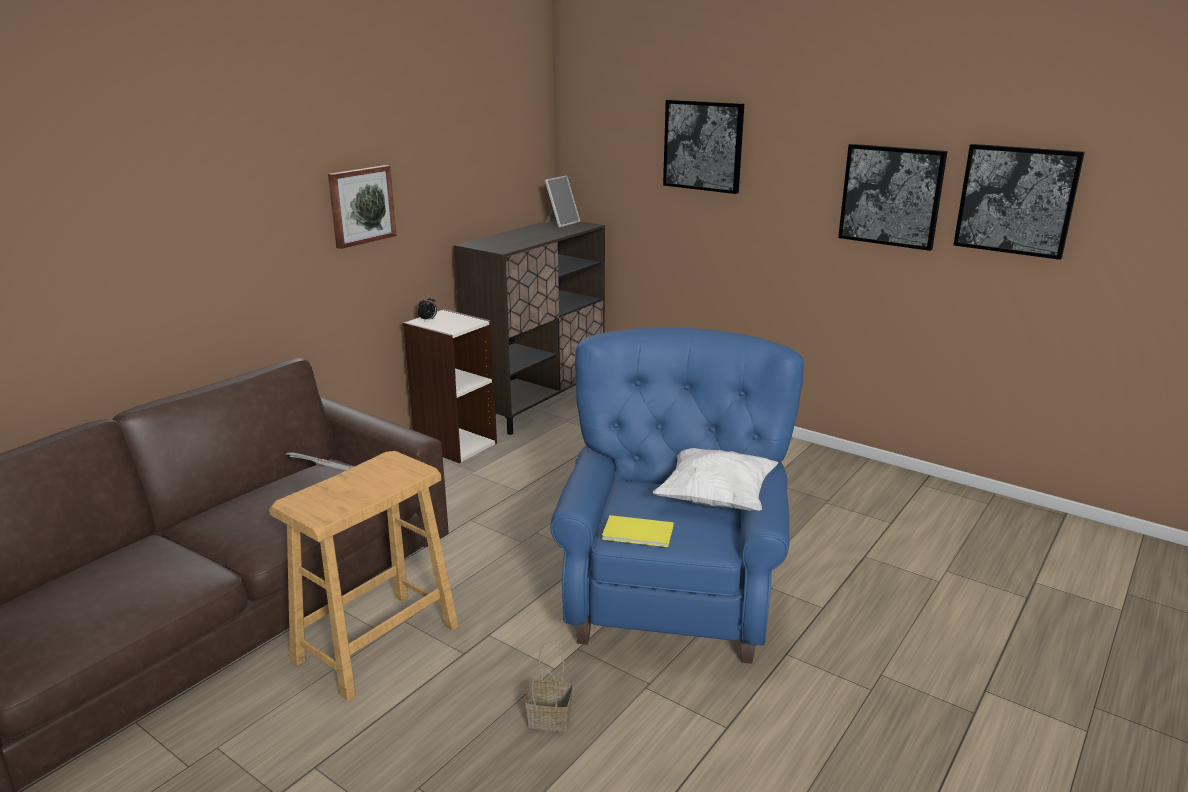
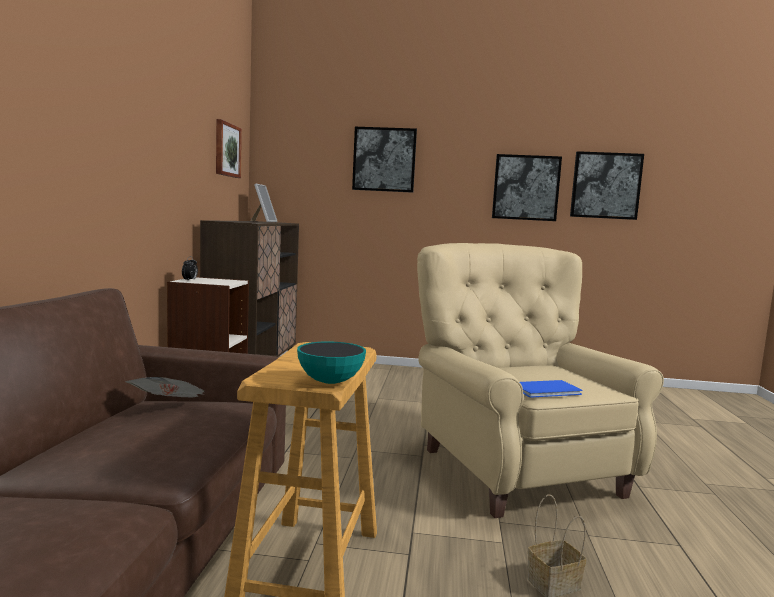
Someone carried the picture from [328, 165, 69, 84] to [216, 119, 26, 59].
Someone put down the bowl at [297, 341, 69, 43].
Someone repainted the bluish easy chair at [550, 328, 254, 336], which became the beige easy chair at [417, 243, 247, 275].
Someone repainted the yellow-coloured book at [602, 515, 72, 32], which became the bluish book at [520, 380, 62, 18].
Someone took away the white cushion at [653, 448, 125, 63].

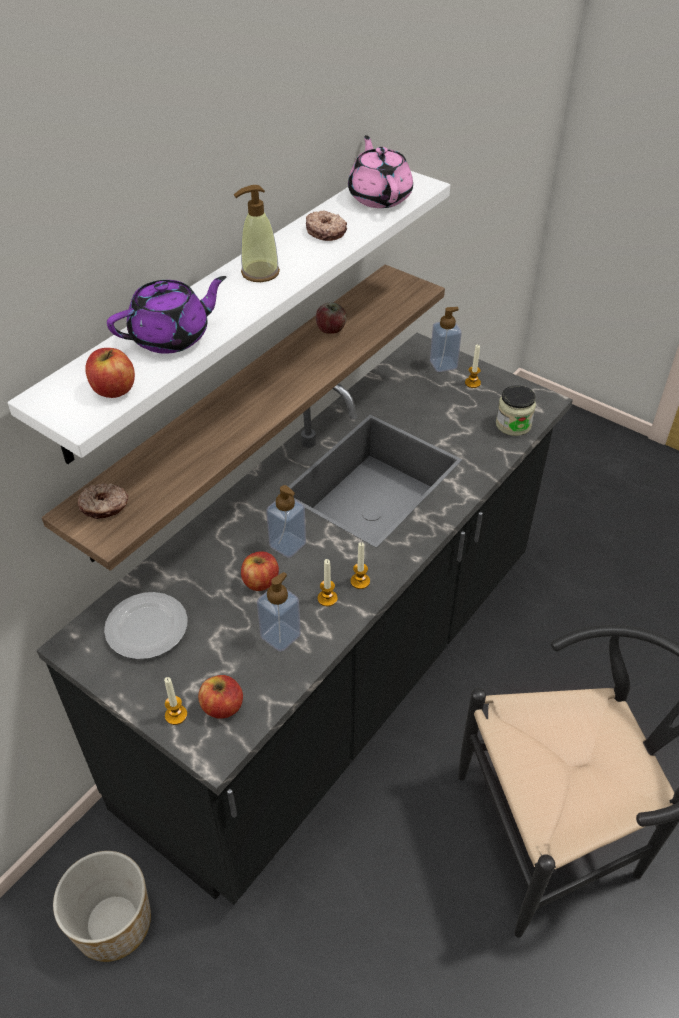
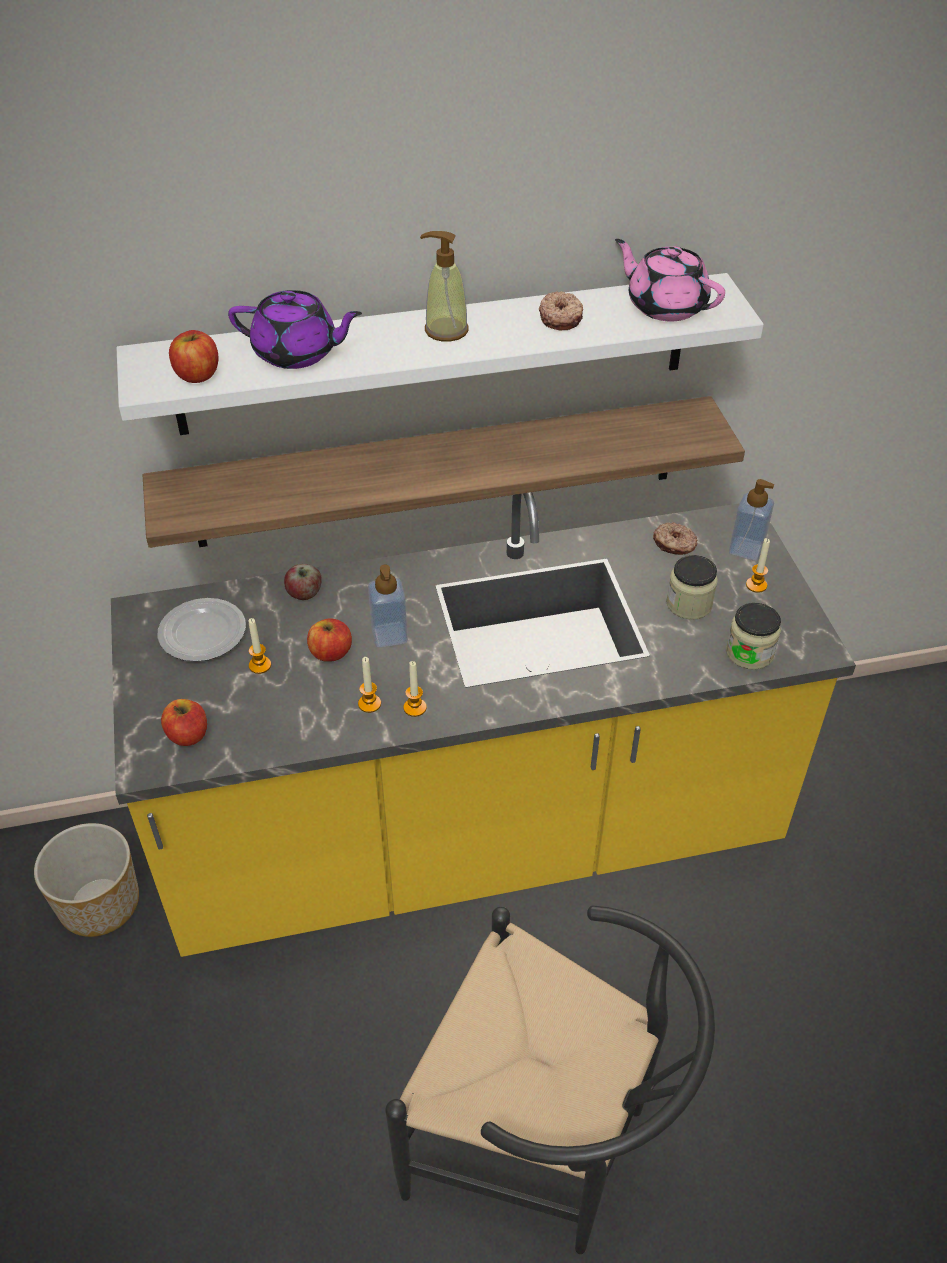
Someone repainted the black-coloured kitchen counter at [37, 333, 536, 572], which became the yellow-coloured kitchen counter at [111, 492, 745, 465].
Someone carried the wax candle from [164, 677, 23, 48] to [248, 618, 23, 56].
Someone carried the whole apple from [316, 302, 31, 32] to [284, 564, 38, 36].
Someone rotated the pink-coloured pot for tea at [348, 135, 65, 73] by 75 degrees counterclockwise.
Someone carried the donut from [78, 483, 50, 36] to [653, 522, 44, 33].
Someone put down the preserve jar at [666, 555, 52, 65].
Someone took away the soap bottle at [257, 572, 44, 79].

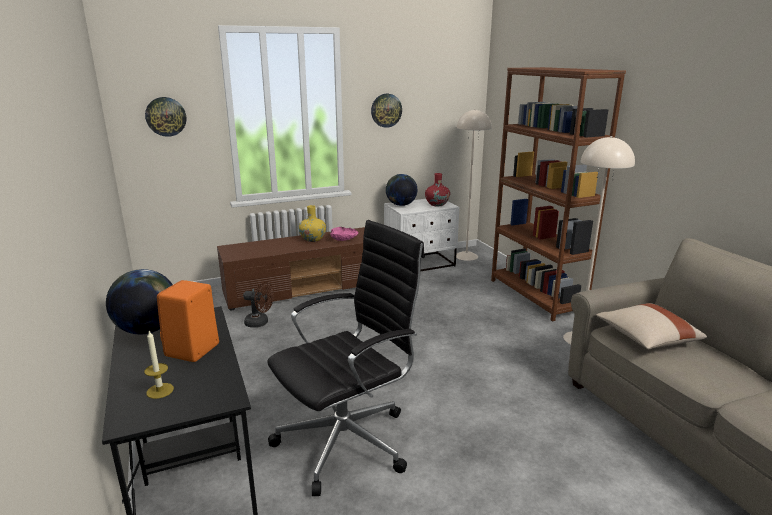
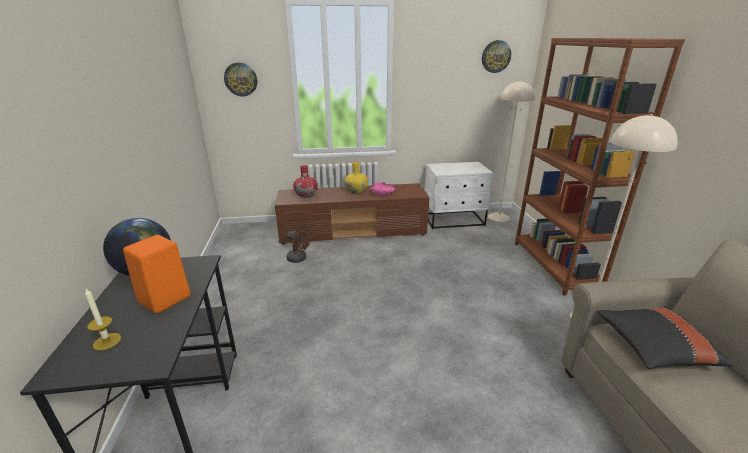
Someone carried the red-coloured flower vase from [425, 173, 25, 33] to [293, 165, 25, 33].
Someone carried the clock on the wall from [371, 94, 31, 34] to [482, 40, 29, 33].
Someone repainted the beige cushion at [596, 303, 111, 46], which became the black-coloured cushion at [597, 307, 137, 62].
Someone took away the black-coloured office chair at [267, 220, 158, 276].
Someone took away the desk globe at [386, 174, 31, 32].

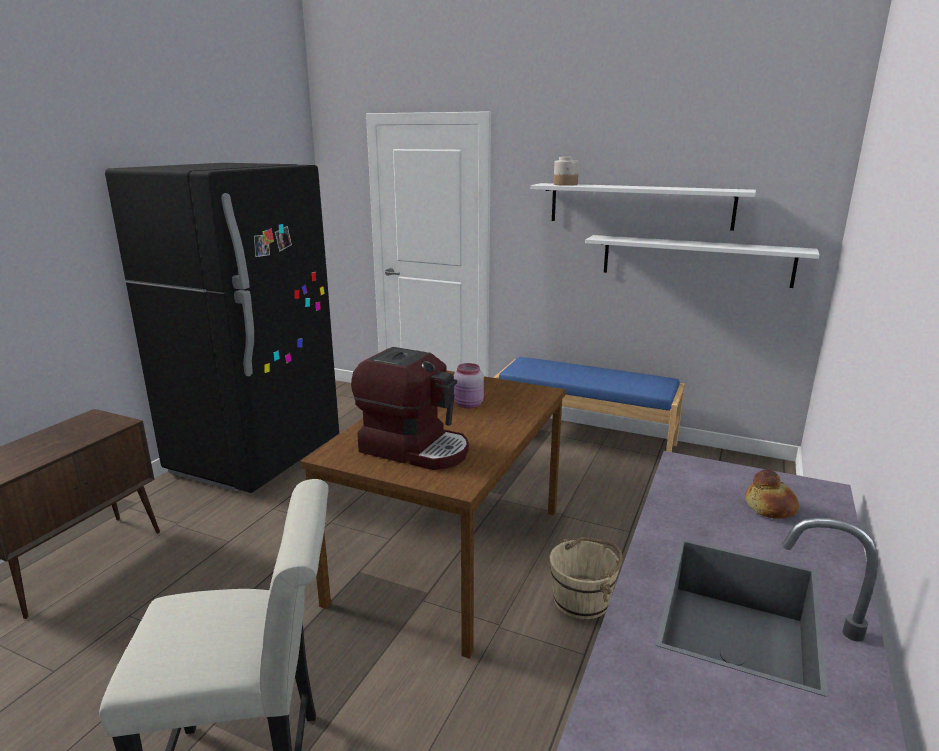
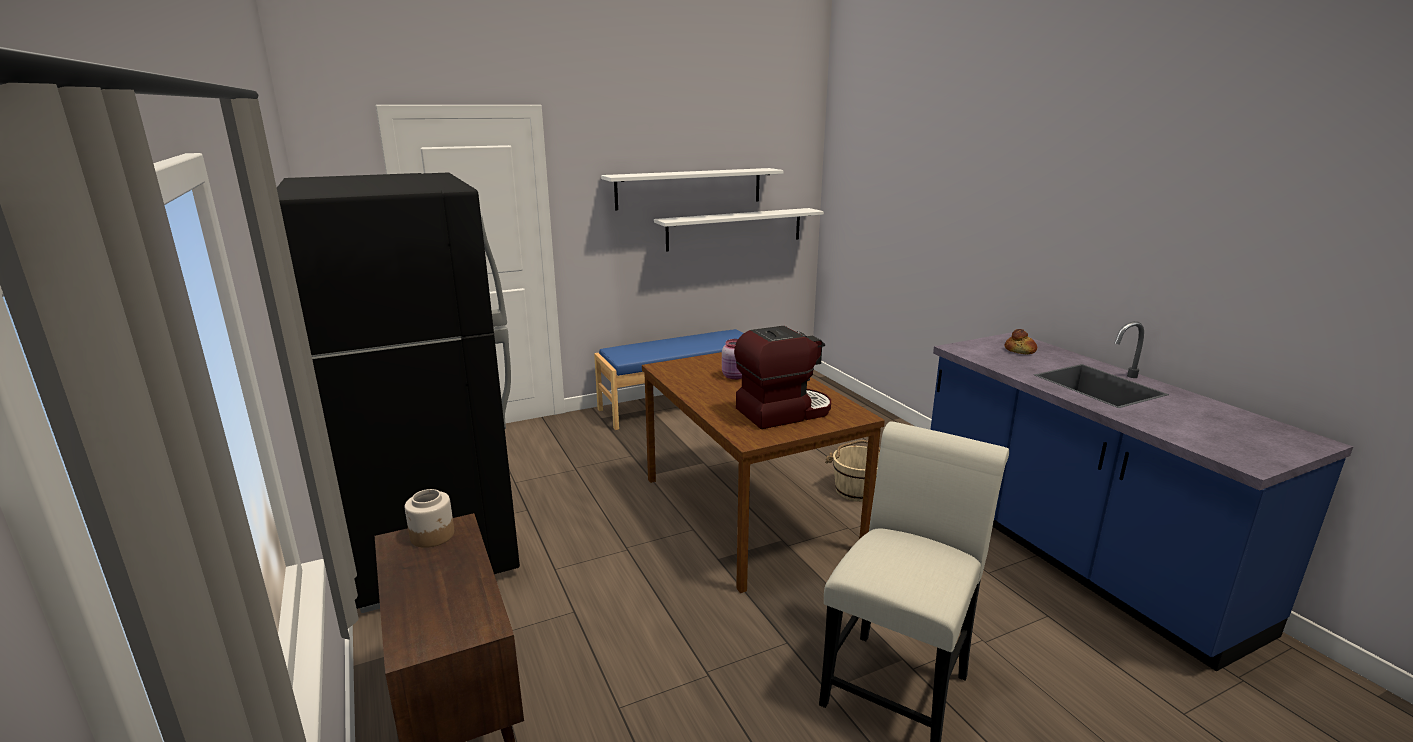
Someone carried the preserve jar from [554, 157, 25, 29] to [405, 489, 49, 59].

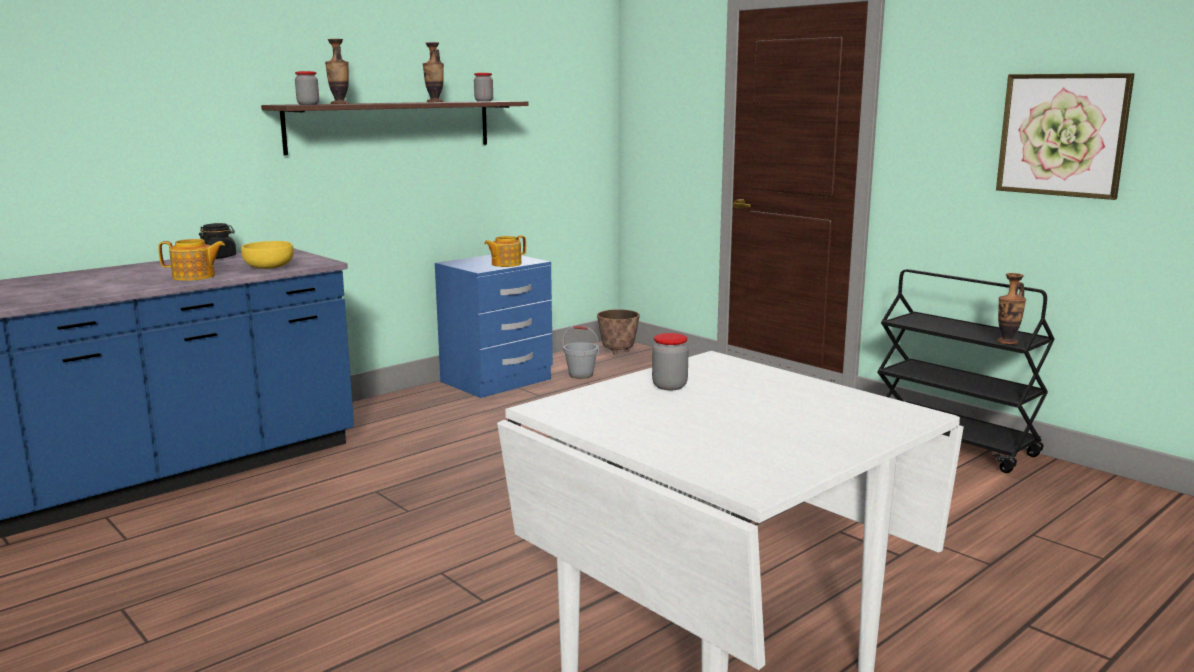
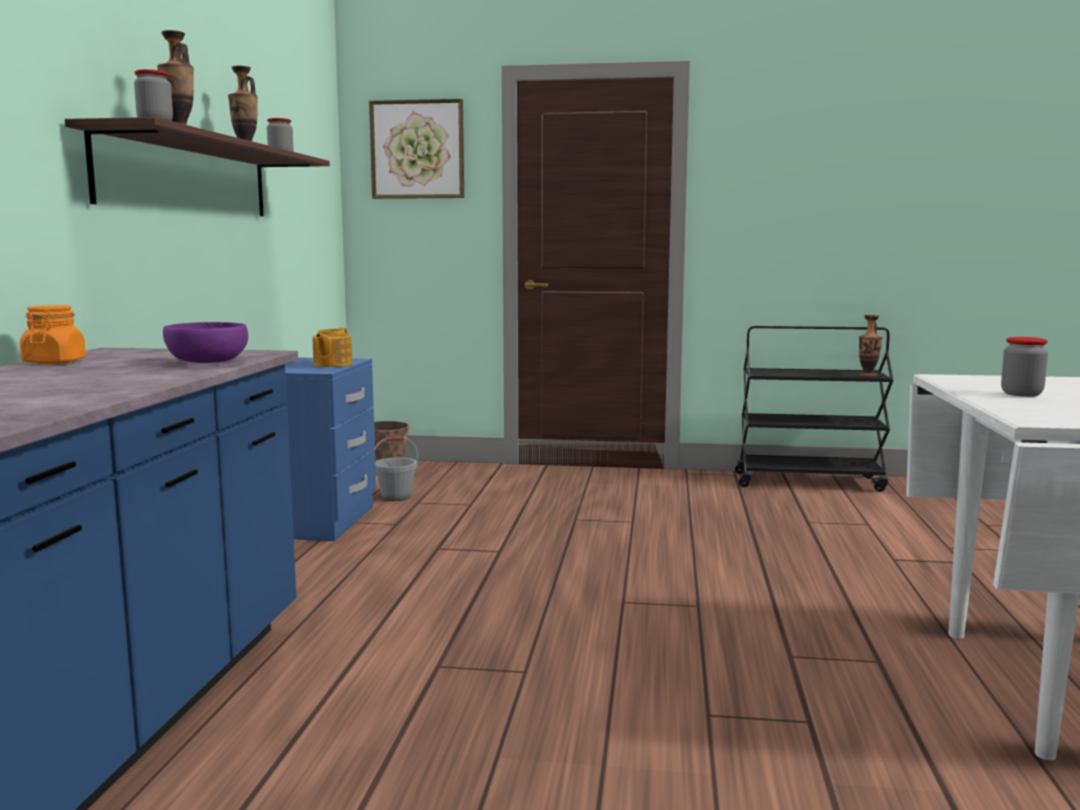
Someone repainted the black-coloured preserve jar at [199, 223, 37, 36], which became the orange-coloured preserve jar at [20, 305, 66, 59].
Someone repainted the yellow-coloured bowl at [241, 241, 53, 28], which became the purplish bowl at [163, 322, 85, 41].
Someone carried the picture from [996, 73, 138, 127] to [369, 99, 95, 100].
Someone took away the pot for tea at [158, 239, 67, 42].

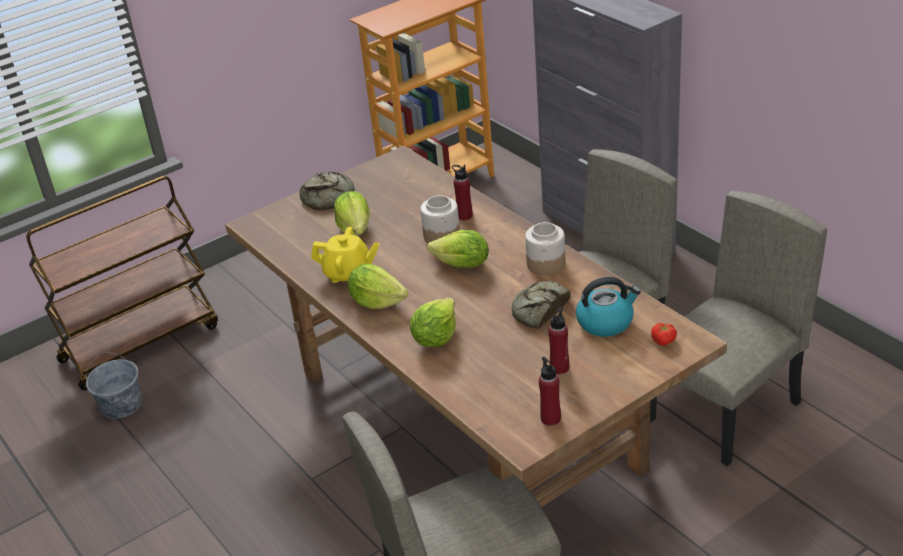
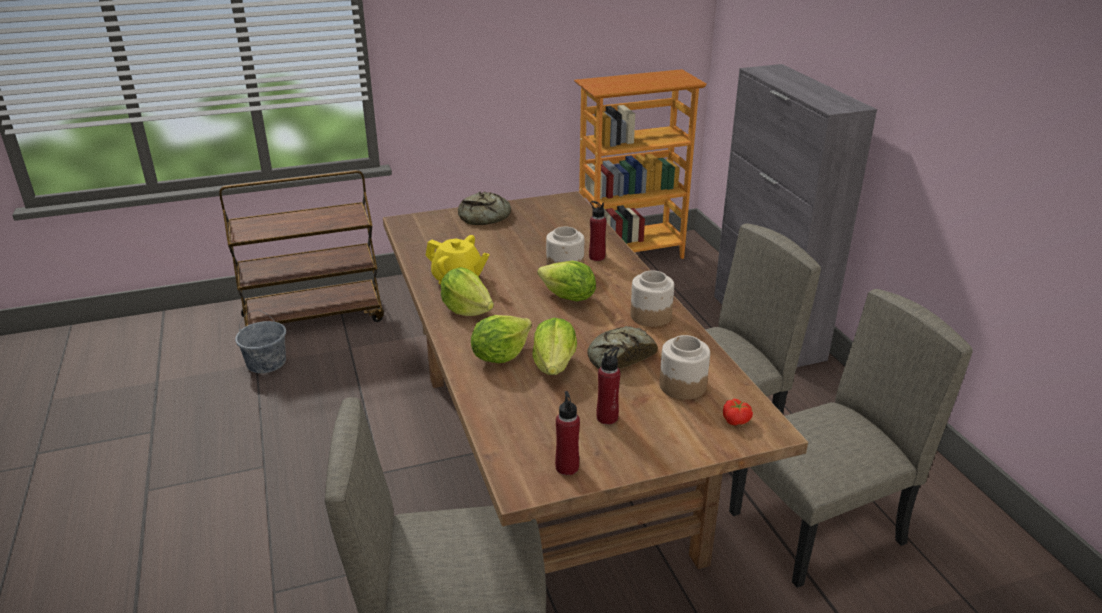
Someone carried the lettuce head from [334, 191, 36, 45] to [532, 318, 45, 57].
Someone swapped the tea kettle at [576, 277, 65, 60] for the preserve jar at [659, 335, 51, 65].

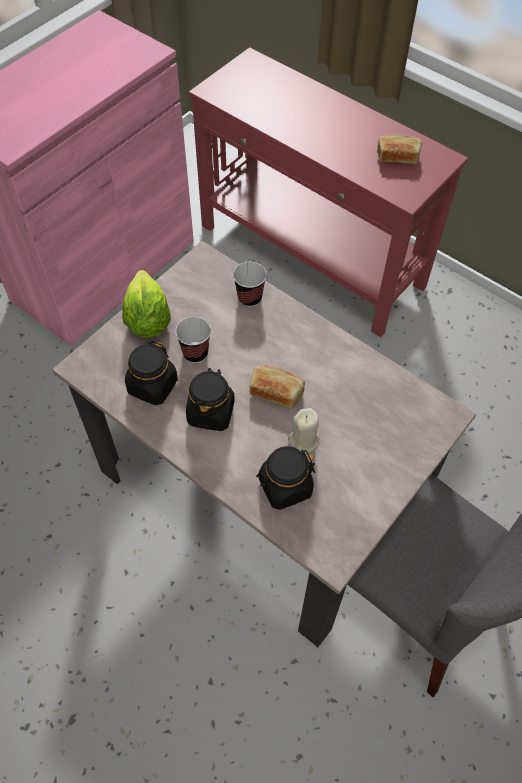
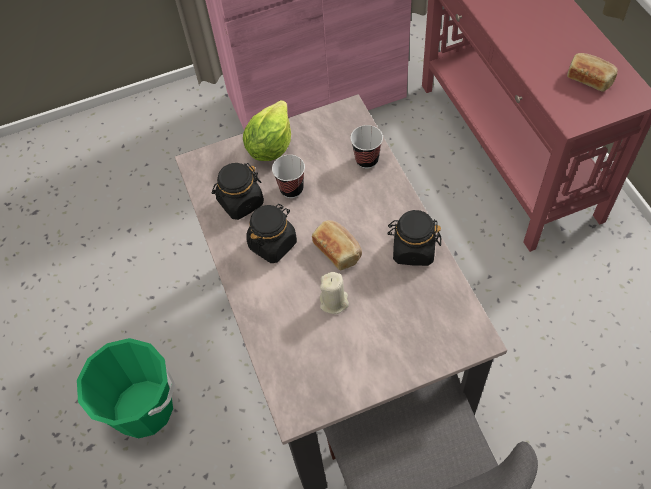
Someone put down the green bucket at [77, 338, 98, 101].
Someone carried the black-coloured preserve jar from [256, 446, 59, 64] to [387, 210, 54, 56].

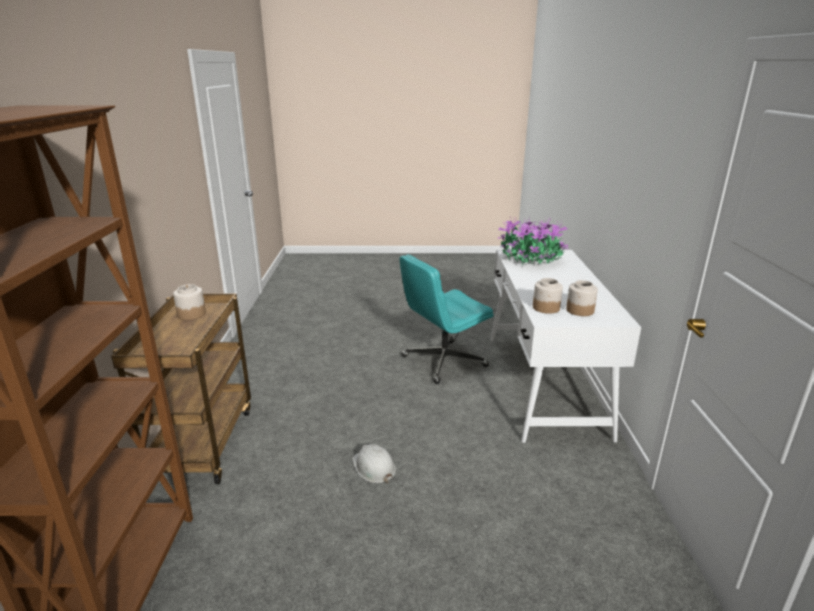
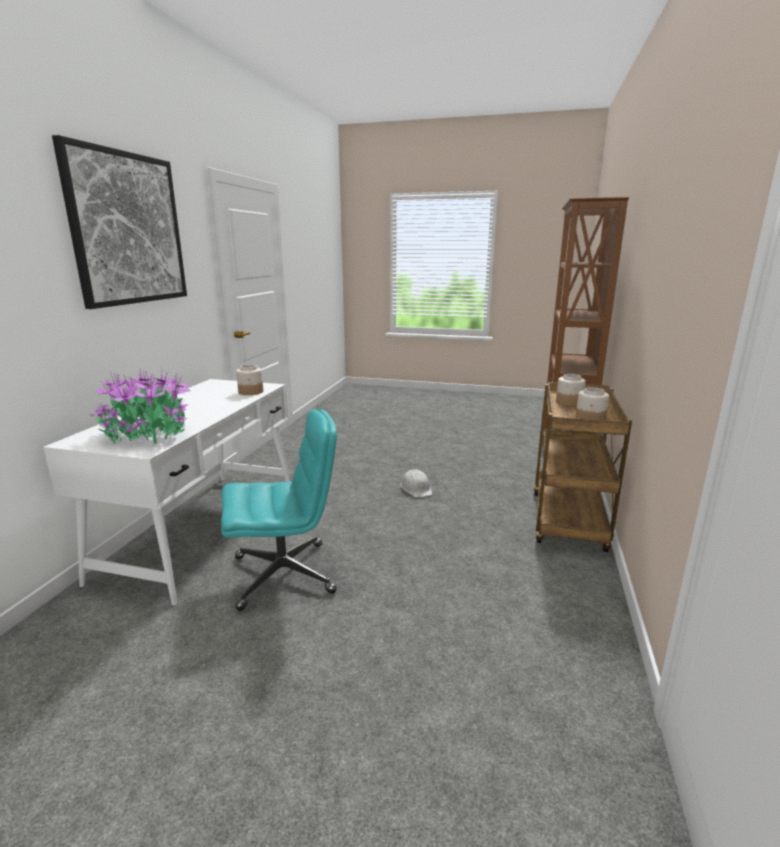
Someone put up the picture at [52, 135, 135, 174].
Someone carried the preserve jar from [566, 280, 32, 36] to [556, 374, 30, 32].

